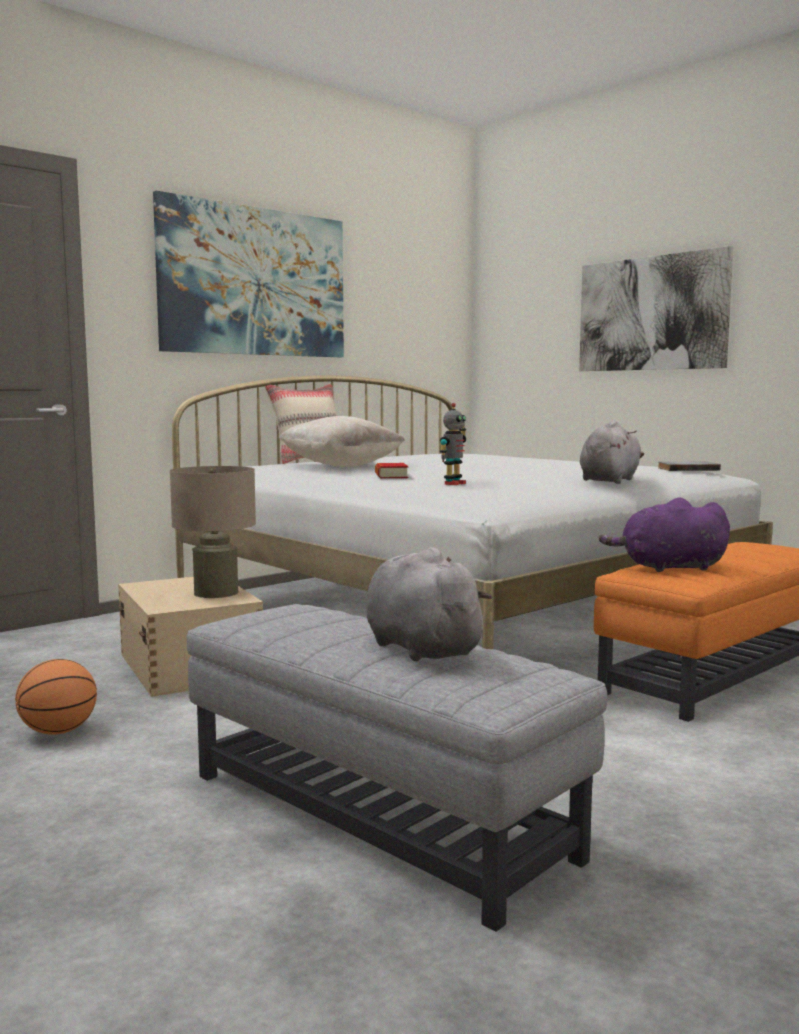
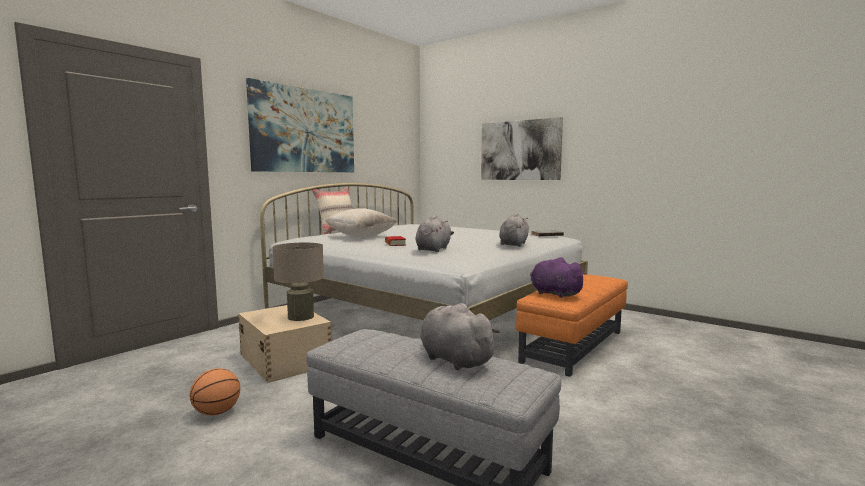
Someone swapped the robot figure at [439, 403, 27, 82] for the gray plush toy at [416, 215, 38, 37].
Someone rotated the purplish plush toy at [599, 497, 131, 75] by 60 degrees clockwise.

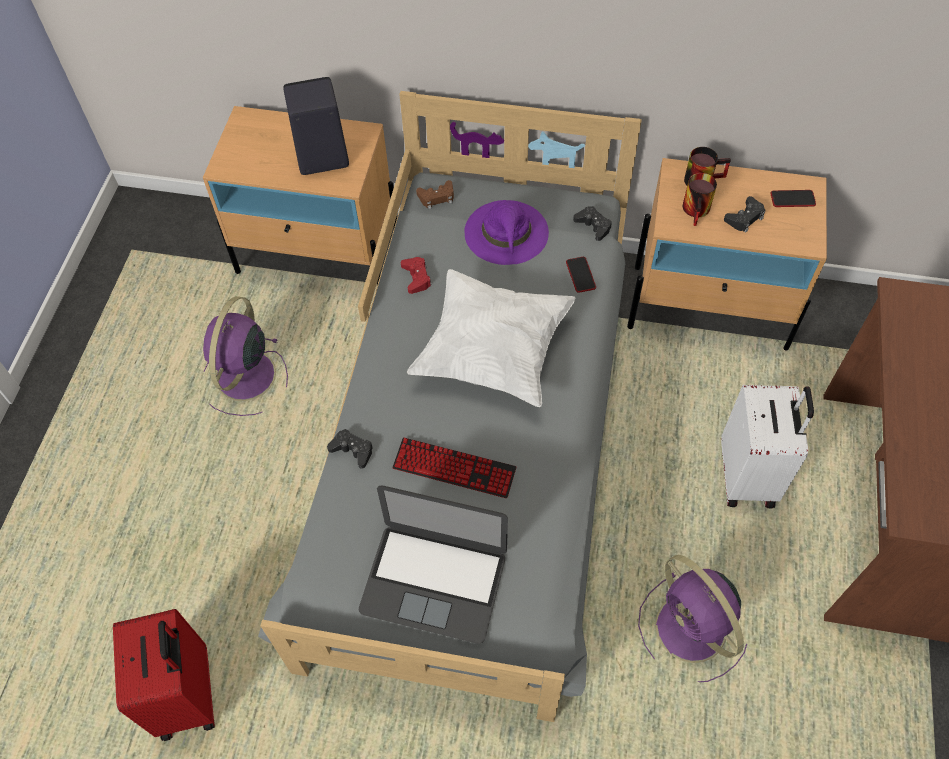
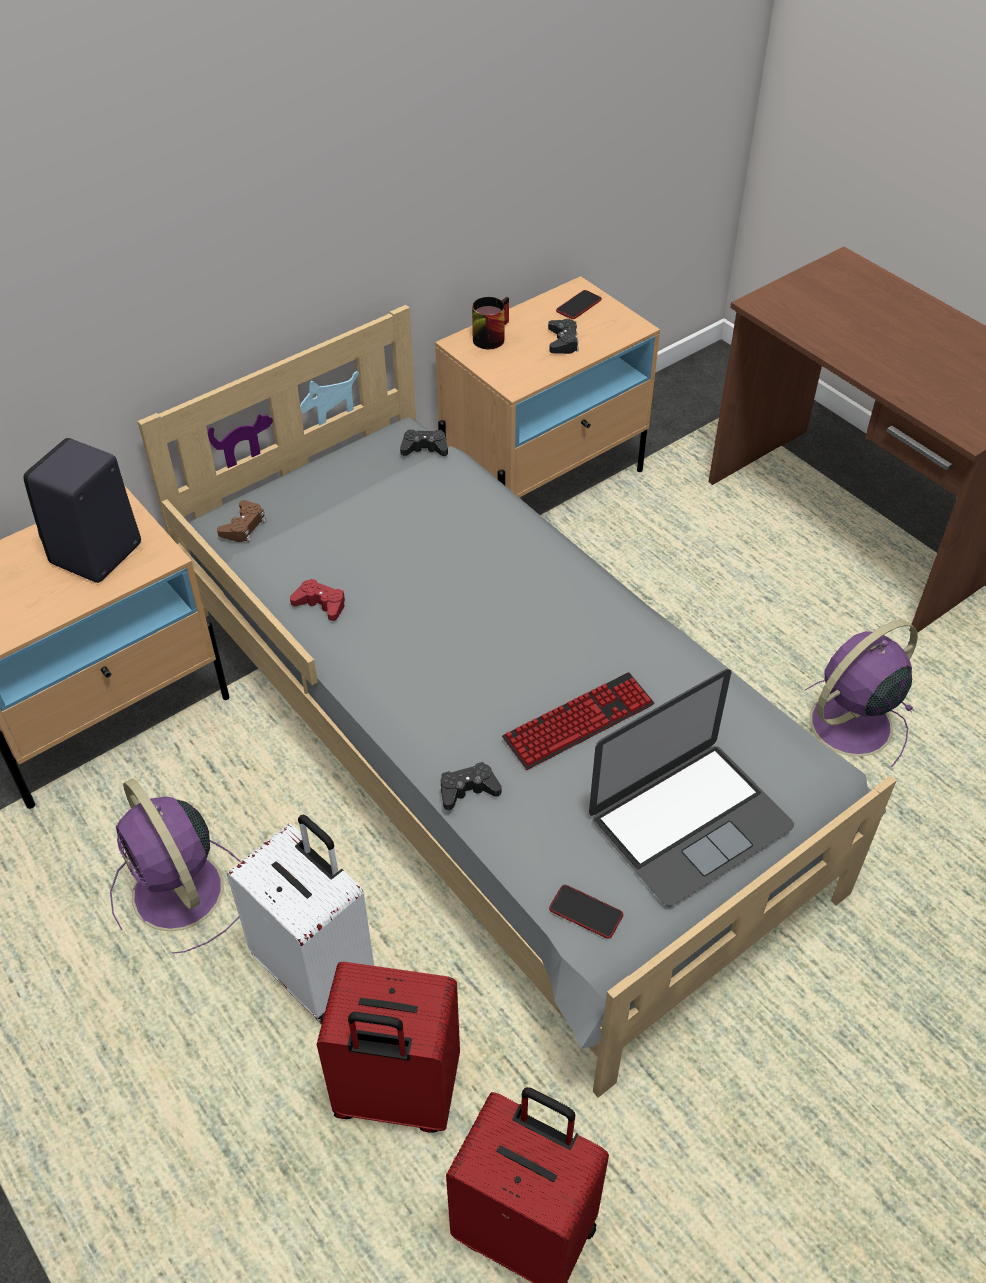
Someone carried the white suitcase from [721, 385, 93, 123] to [227, 814, 147, 210].
Someone put down the red-coloured suitcase at [317, 962, 143, 171].
Someone carried the phone from [566, 257, 30, 36] to [549, 885, 74, 54].
Someone rotated the purplish electric fan at [638, 555, 109, 127] by 135 degrees clockwise.
Someone took away the white cushion at [407, 269, 169, 138].
Someone took away the purplish clothing hat at [464, 200, 85, 65].
Someone took away the tea mug at [683, 173, 34, 53].

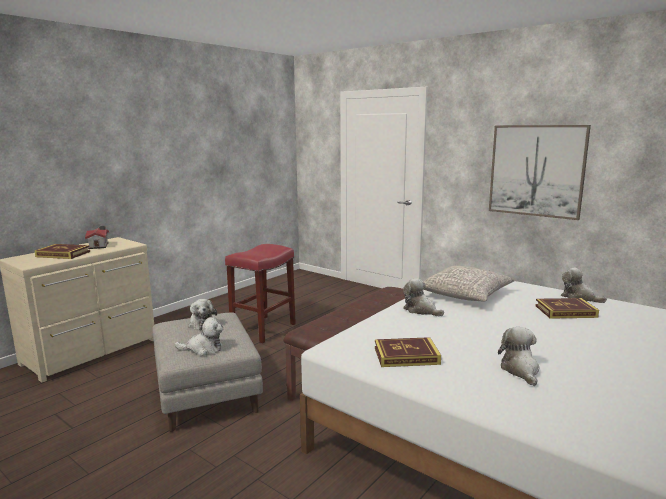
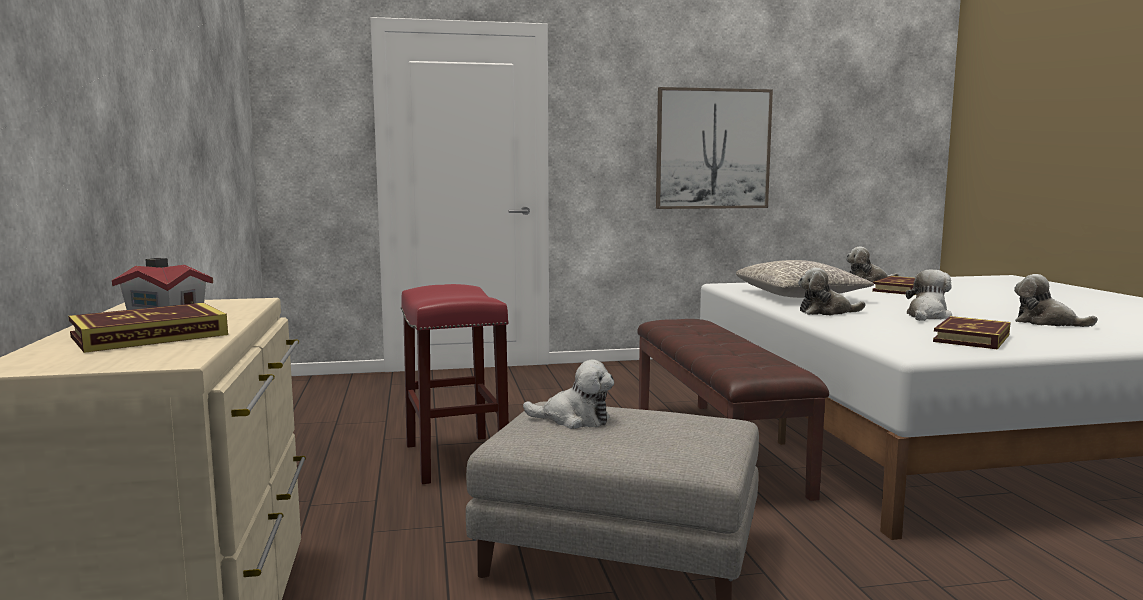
Someone carried the plush toy from [175, 317, 48, 39] to [906, 270, 46, 51].

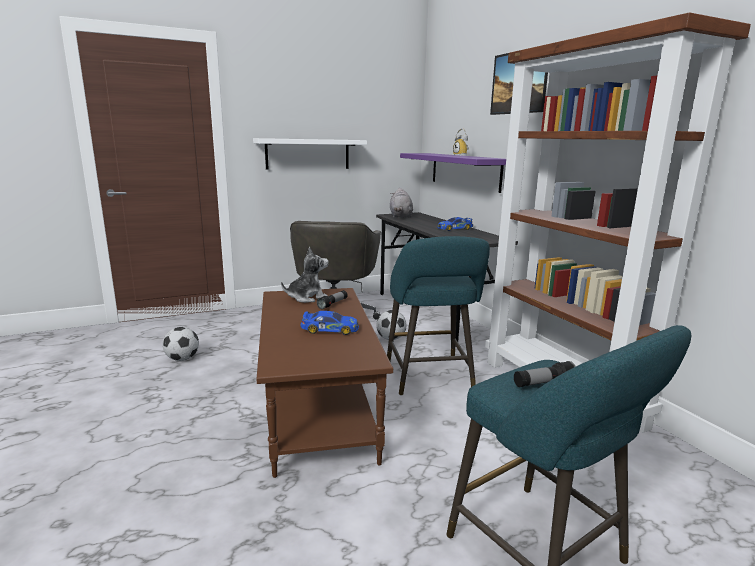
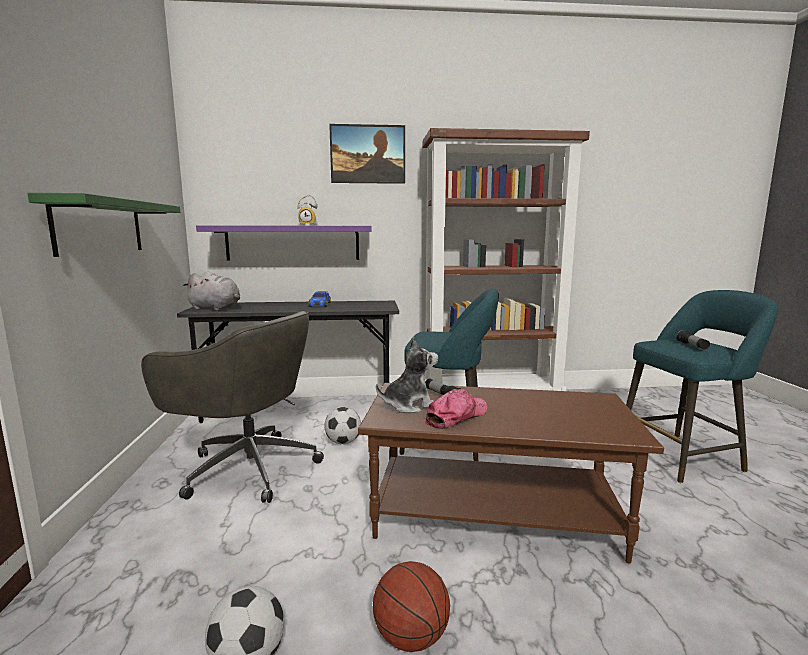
Someone repainted the white shelf at [253, 138, 114, 31], which became the green shelf at [27, 193, 153, 64].
Someone put down the basketball at [373, 561, 77, 91].
Someone rotated the plush toy at [281, 247, 48, 56] by 75 degrees clockwise.
Someone put down the cap at [425, 389, 62, 40].
Someone took away the miniature car at [301, 311, 58, 24].

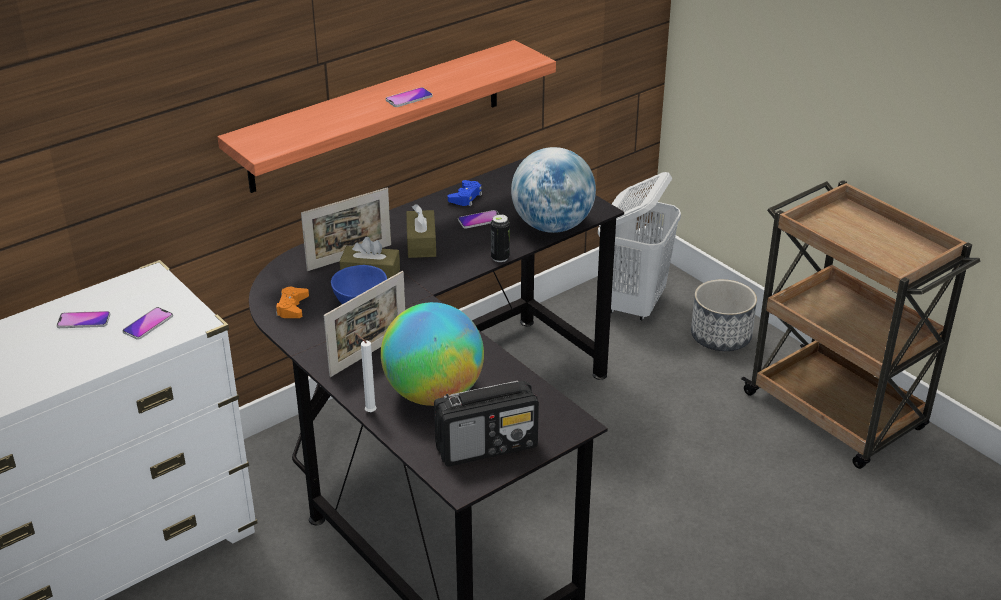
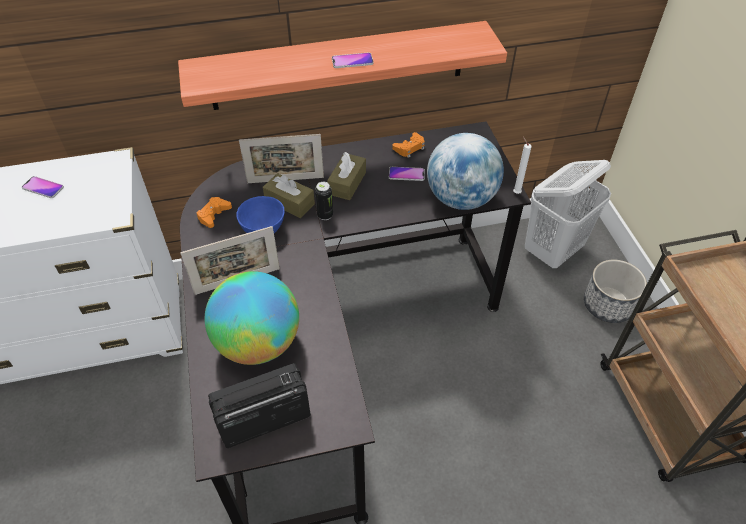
Someone rotated the radio receiver at [434, 381, 105, 86] by 150 degrees clockwise.
Someone carried the metal can from [491, 214, 19, 48] to [315, 182, 18, 38].
Someone repainted the bluish game controller at [448, 180, 34, 26], which became the orange-coloured game controller at [392, 132, 33, 26].
Someone carried the white wax candle from [356, 333, 21, 79] to [513, 137, 18, 57].
Someone took away the phone at [123, 307, 50, 32].

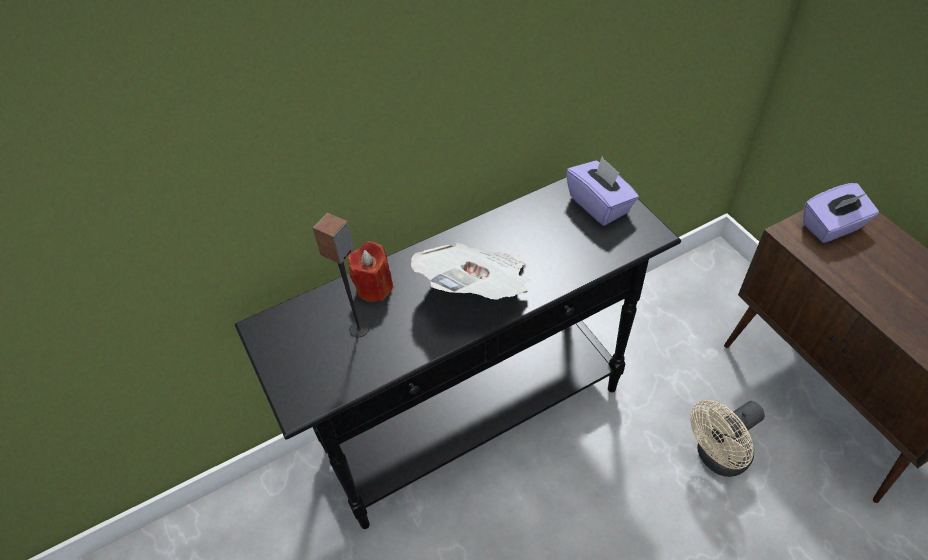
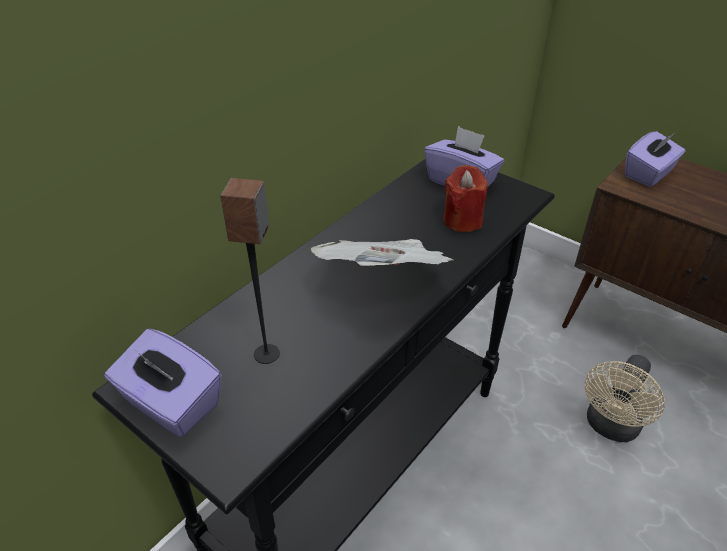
Someone put down the purplish tissue box at [105, 329, 117, 108].
Someone carried the red-coloured wax candle from [348, 241, 45, 61] to [443, 165, 45, 67].

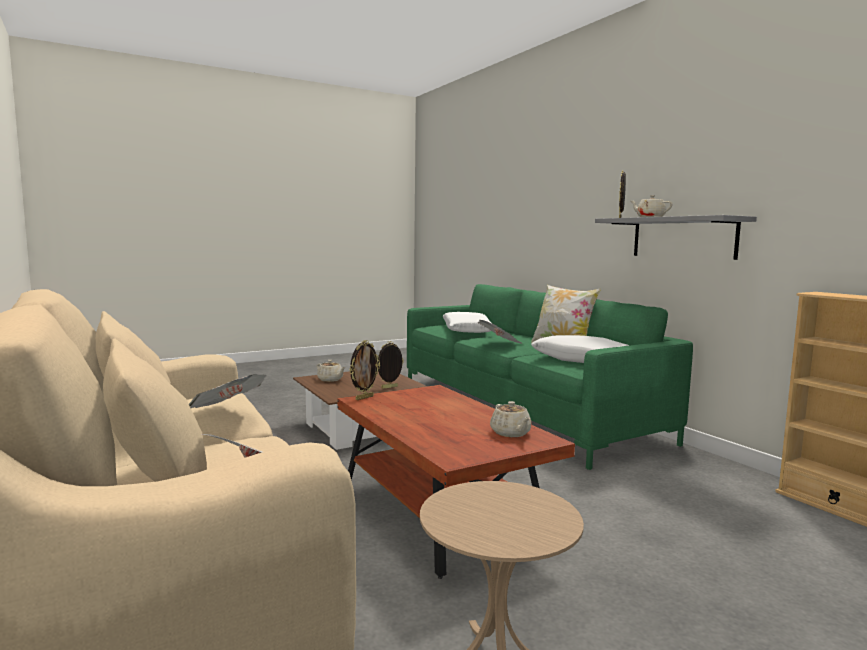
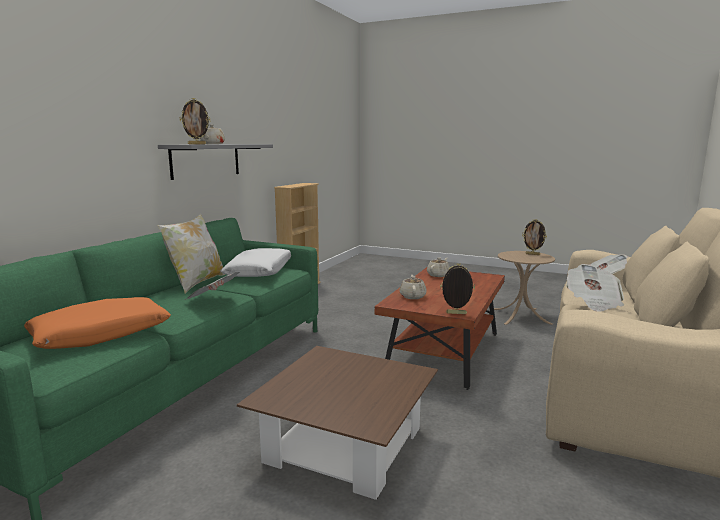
Someone repainted the white cushion at [443, 312, 48, 21], which became the orange-coloured cushion at [24, 297, 147, 52].
Someone carried the beige pot for tea from [317, 360, 29, 22] to [399, 275, 28, 24].
Someone carried the photo frame from [378, 341, 26, 48] to [522, 219, 25, 36].

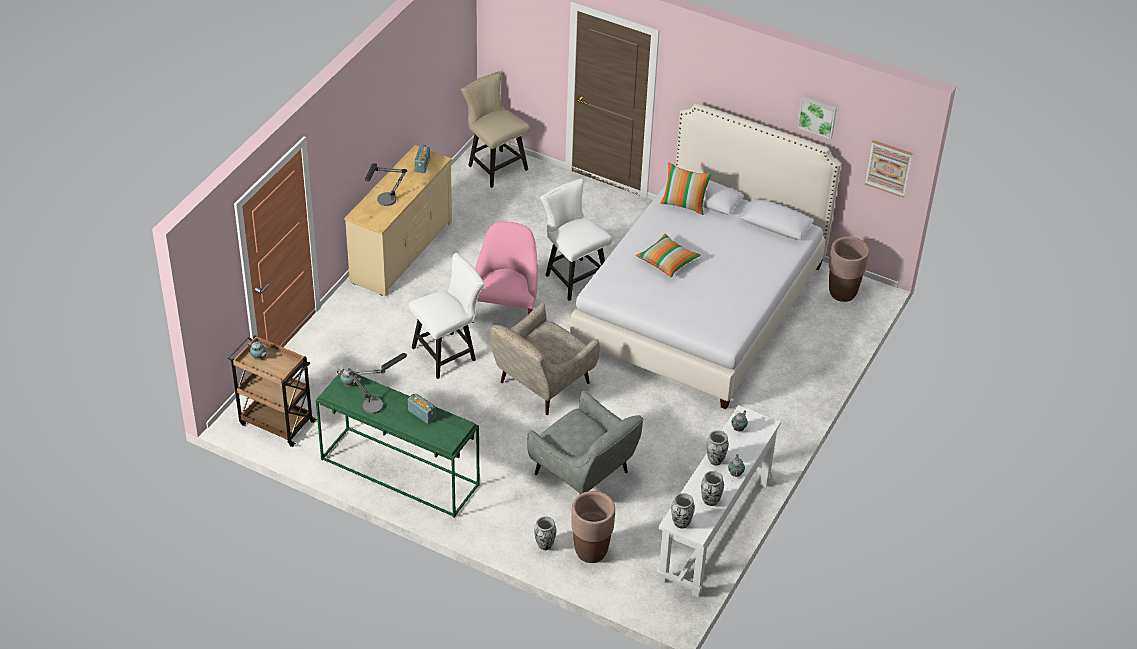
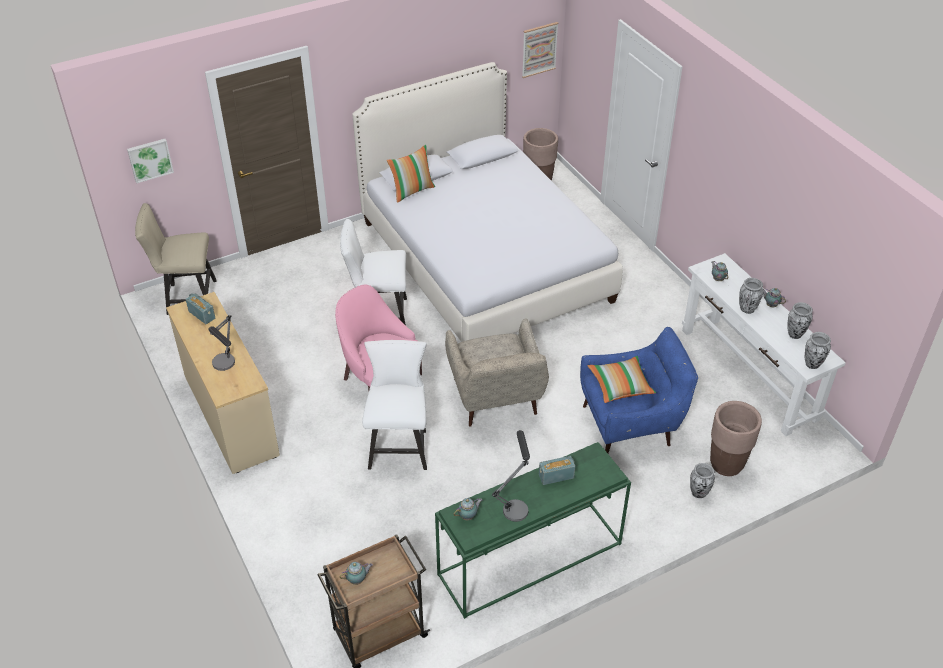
Someone carried the picture from [797, 97, 40, 42] to [127, 139, 47, 44].
Someone repainted the gray easy chair at [527, 391, 116, 103], which became the bluish easy chair at [580, 327, 118, 126].
Someone carried the cushion from [635, 234, 66, 43] to [588, 356, 68, 47].

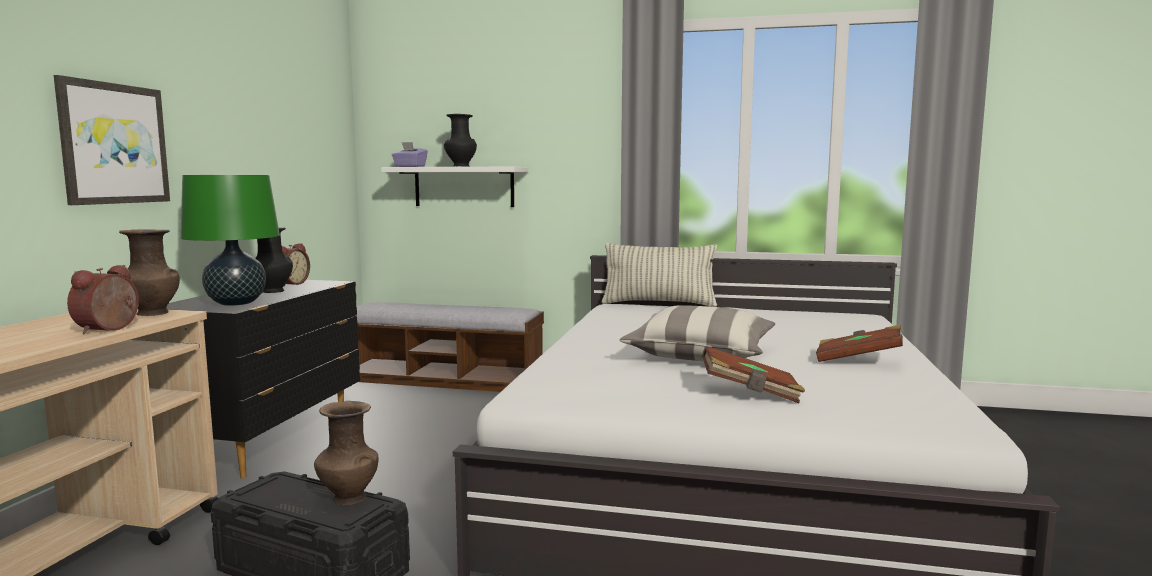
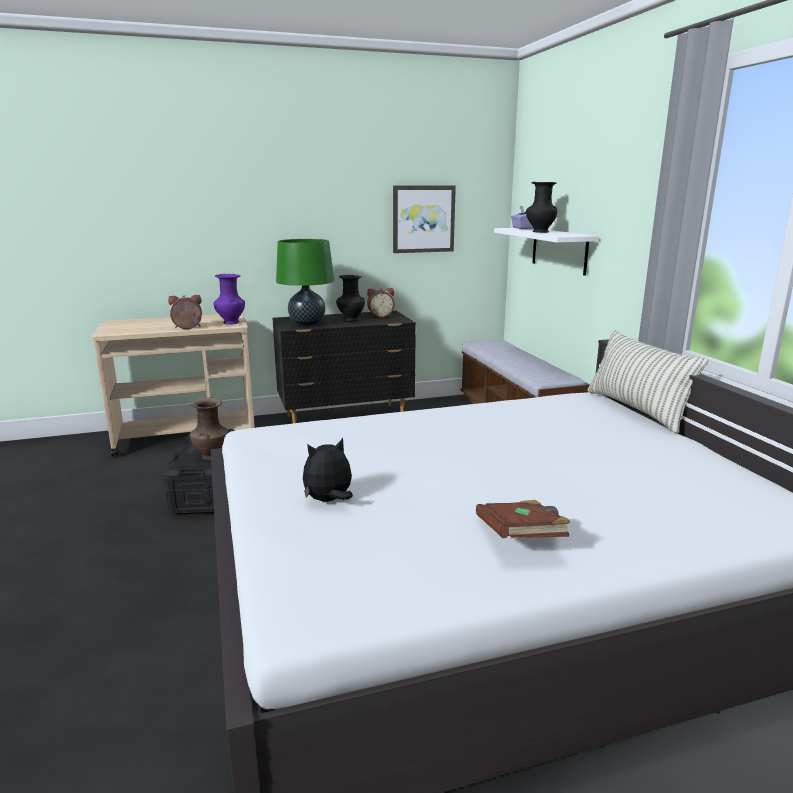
Someone repainted the brown flower vase at [119, 229, 61, 87], which became the purplish flower vase at [213, 274, 32, 50].
Someone swapped the brown book at [702, 346, 103, 57] for the plush toy at [303, 438, 50, 64].
Someone carried the picture from [54, 75, 116, 130] to [393, 186, 63, 67].
Someone took away the cushion at [619, 305, 156, 56].

